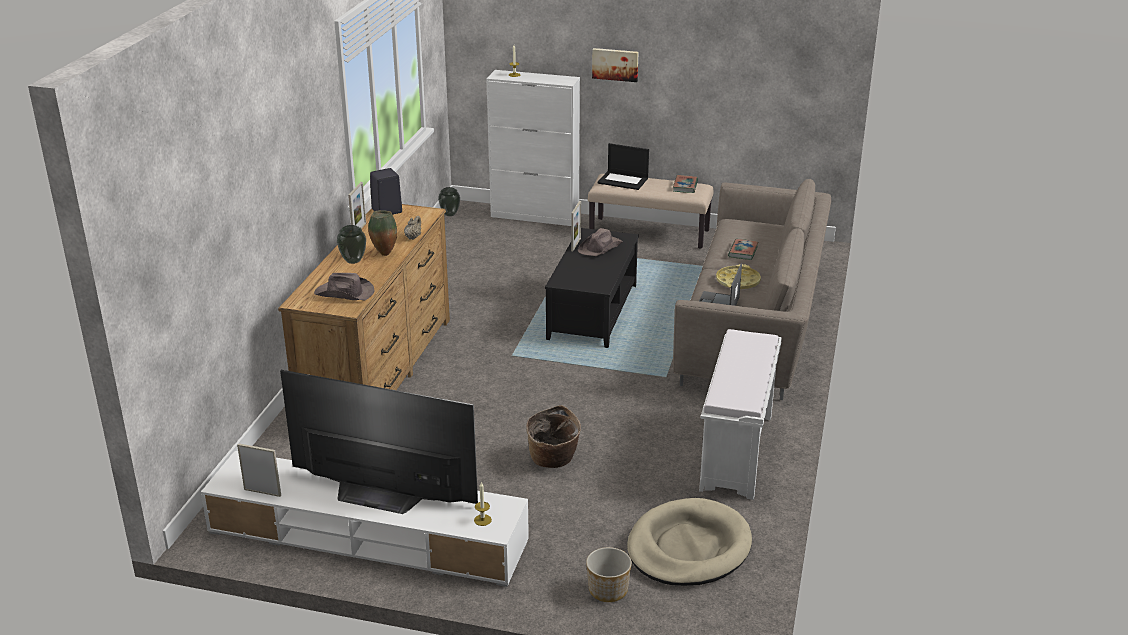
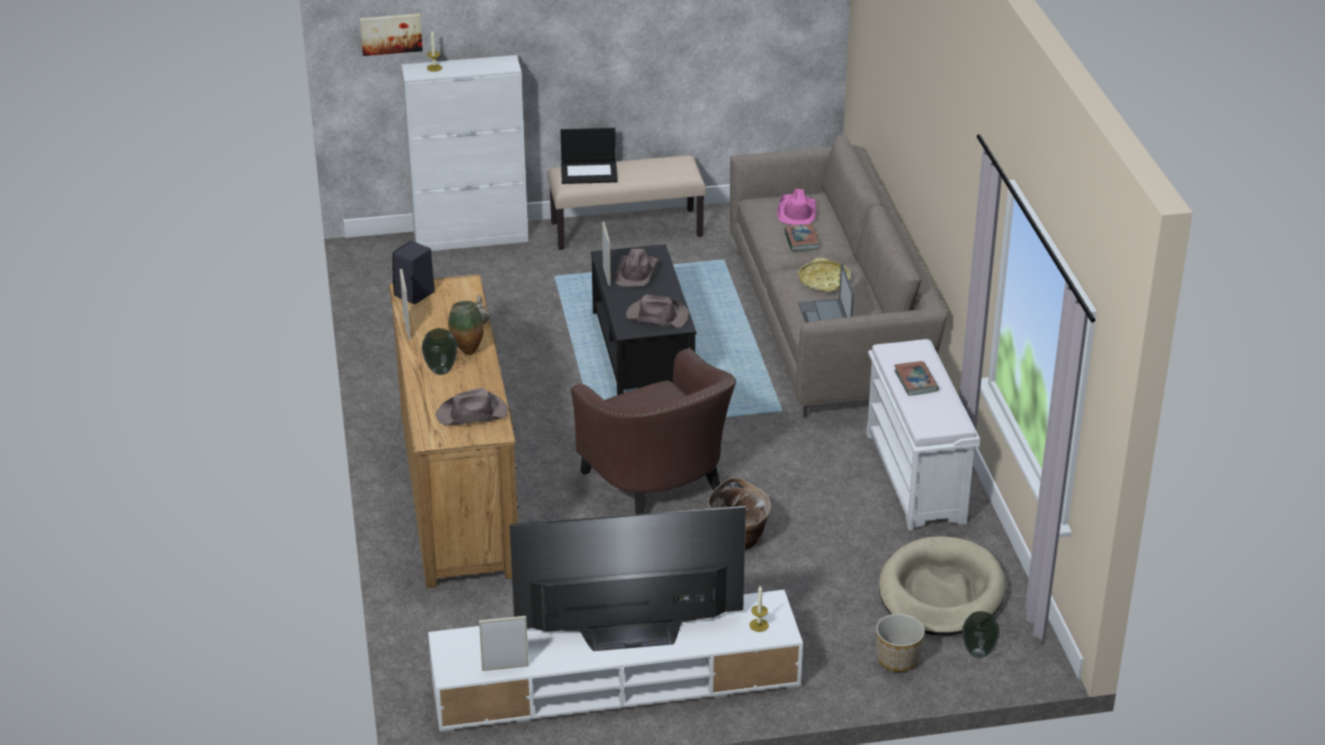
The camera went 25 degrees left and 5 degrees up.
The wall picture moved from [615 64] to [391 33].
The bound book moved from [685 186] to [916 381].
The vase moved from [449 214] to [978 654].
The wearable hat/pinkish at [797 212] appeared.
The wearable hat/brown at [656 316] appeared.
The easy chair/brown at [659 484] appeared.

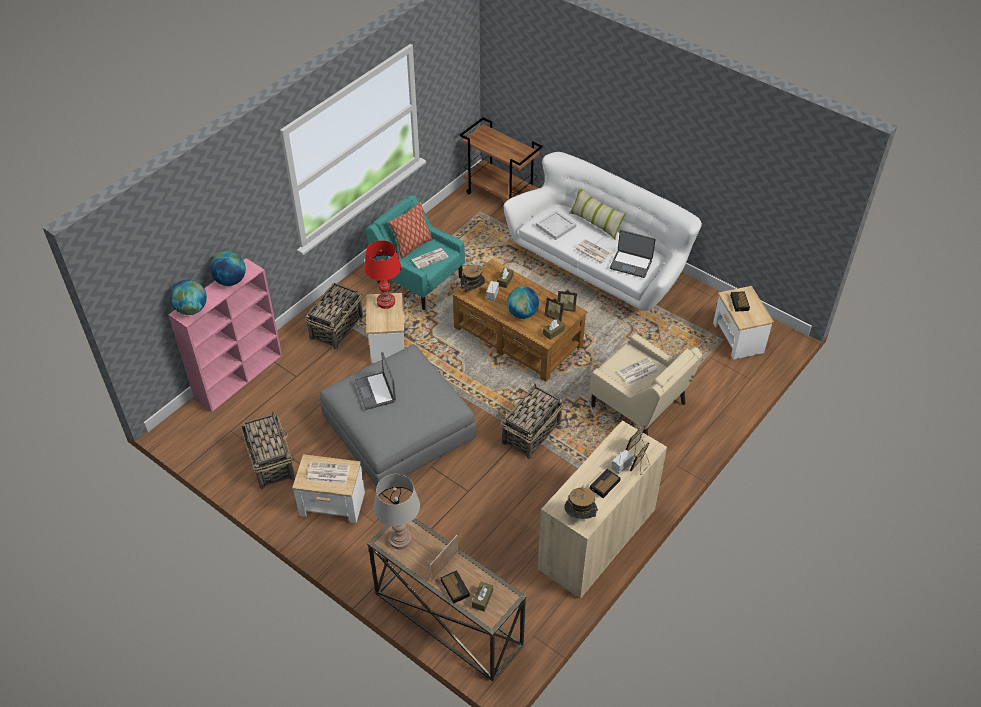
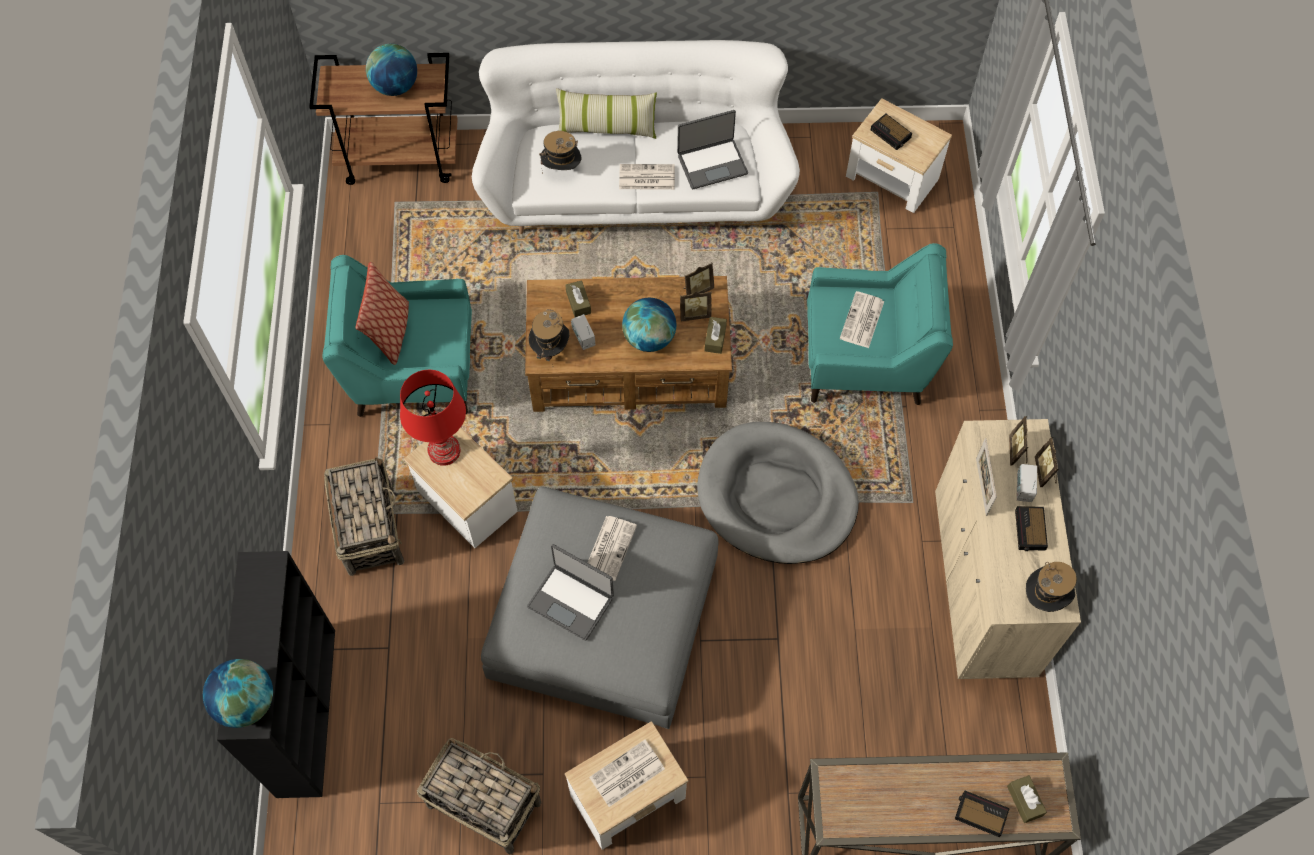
The camera went 40 degrees left and 15 degrees up.
The serving tray/whitish at [555 226] was replaced by the wearable hat at [562 169].
The printed paper moved from [430 258] to [610 547].
The world globe moved from [230 281] to [395 86].
The shelving unit/pinkish at [239 376] became the shelving unit/black-coloured at [306 710].
The easy chair/beige-coloured at [639 406] became the easy chair/blue-green at [867 359].
The storage basket at [531 433] was replaced by the dog bed/greyish at [776 496].
The table lamp/greyish at [400 539] disappeared.
The photo frame moved from [444 566] to [981 487].

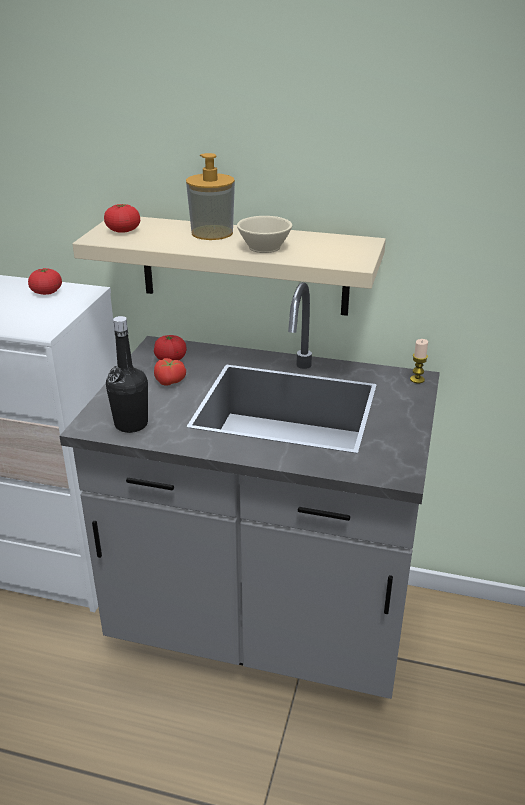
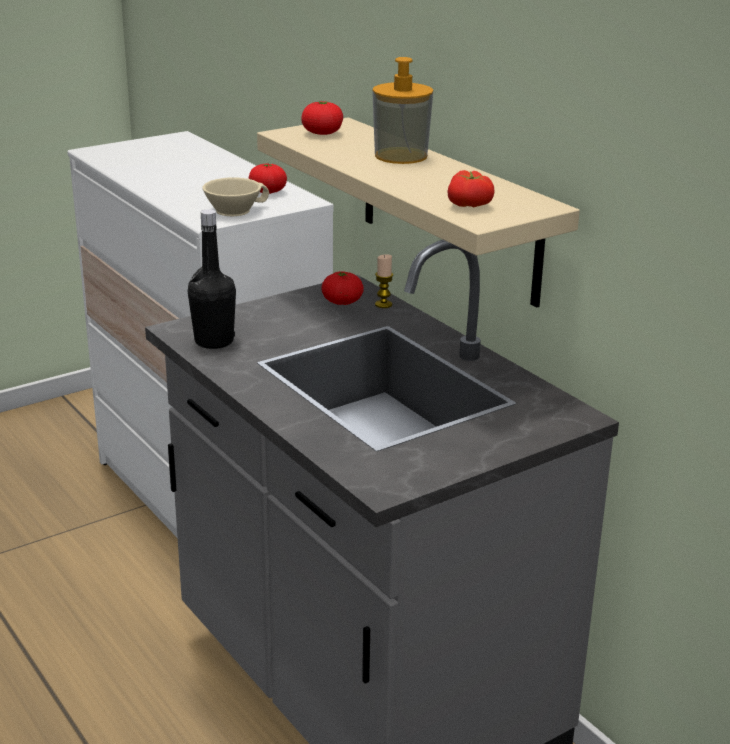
The camera went 40 degrees right and 5 degrees down.
The drinking cup/beige-coloured moved from [263 246] to [233 209].
The wax light moved from [417 379] to [383 304].
The tomato moved from [170 381] to [470 205].

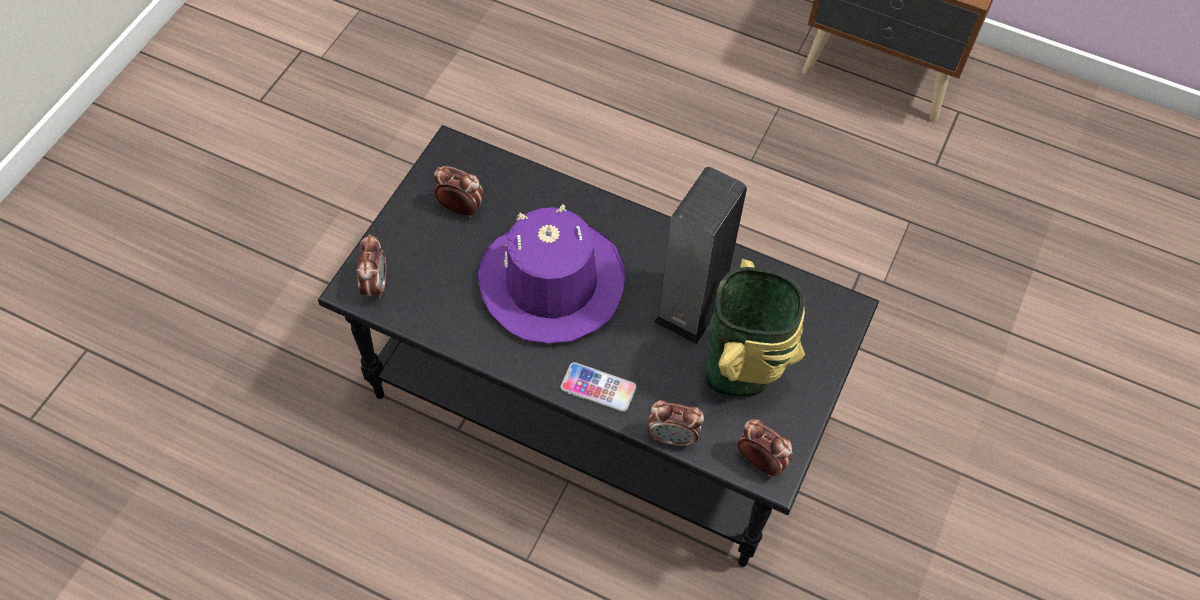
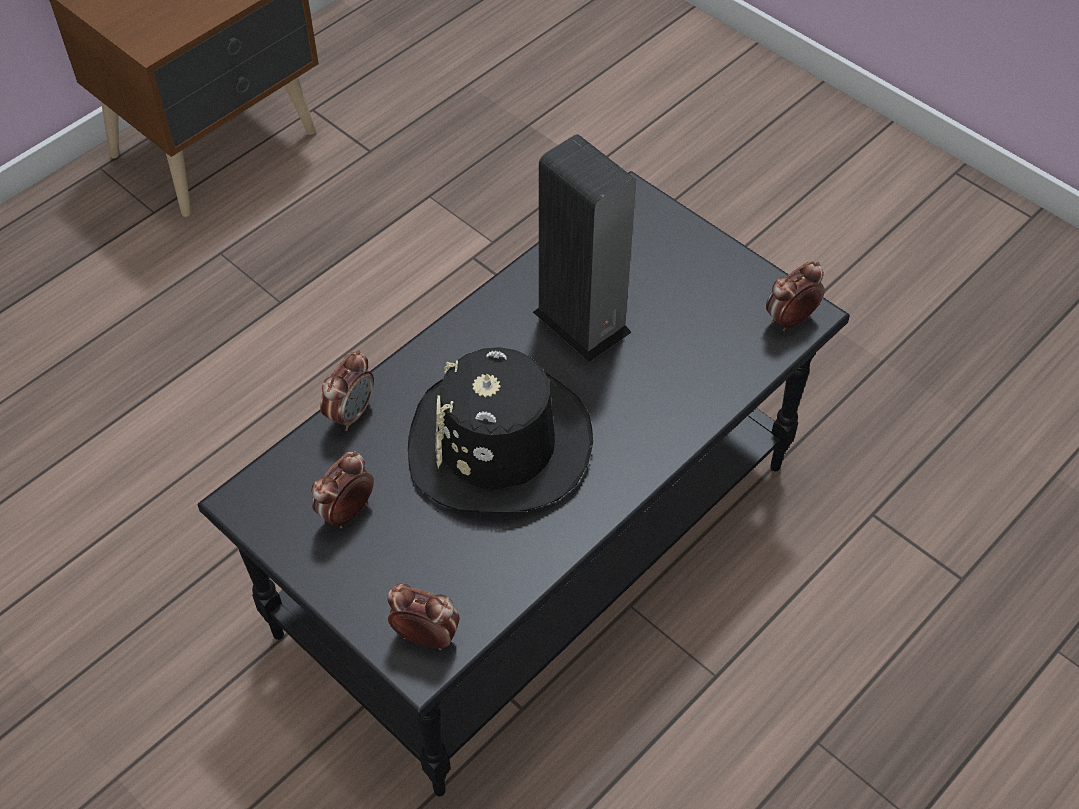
The camera went 70 degrees left and 5 degrees down.
The wearable hat/purple-coloured at [551 283] became the wearable hat/black-coloured at [499 444].
The vase at [742 373] disappeared.
The phone at [598 388] disappeared.
The table clock moved from [672 437] to [351 413].

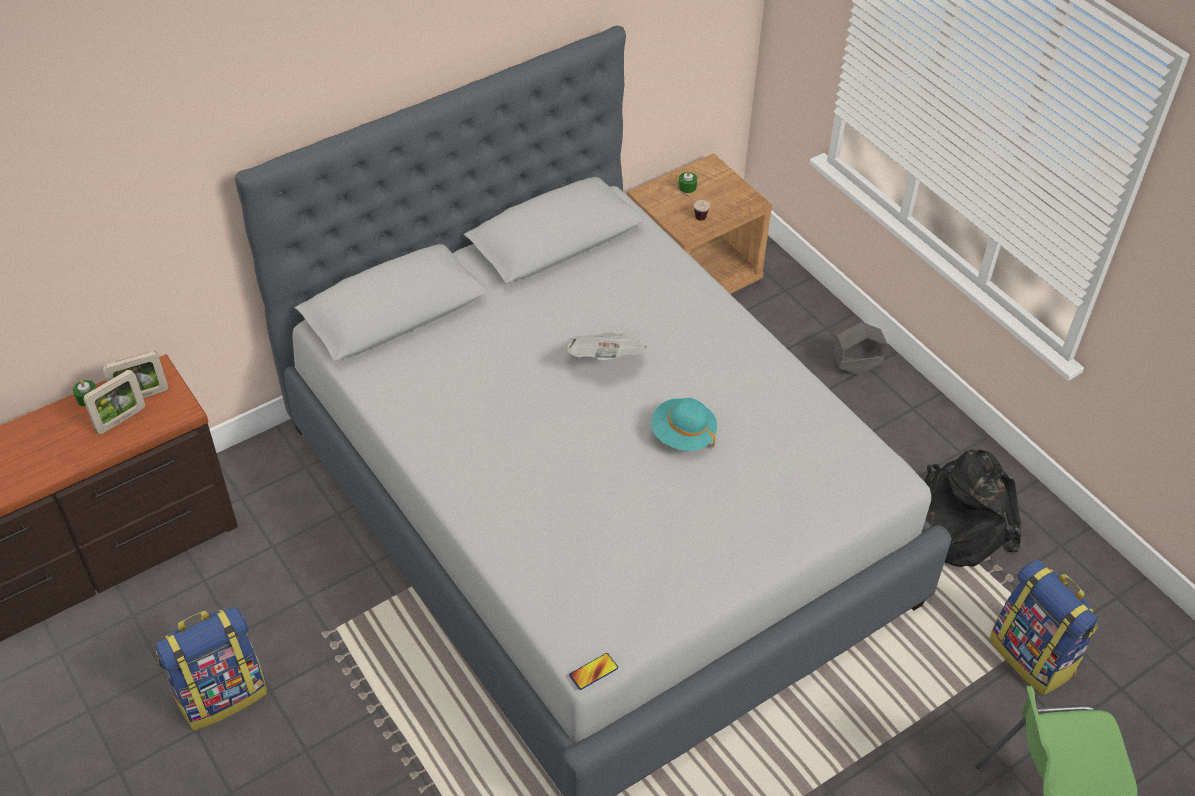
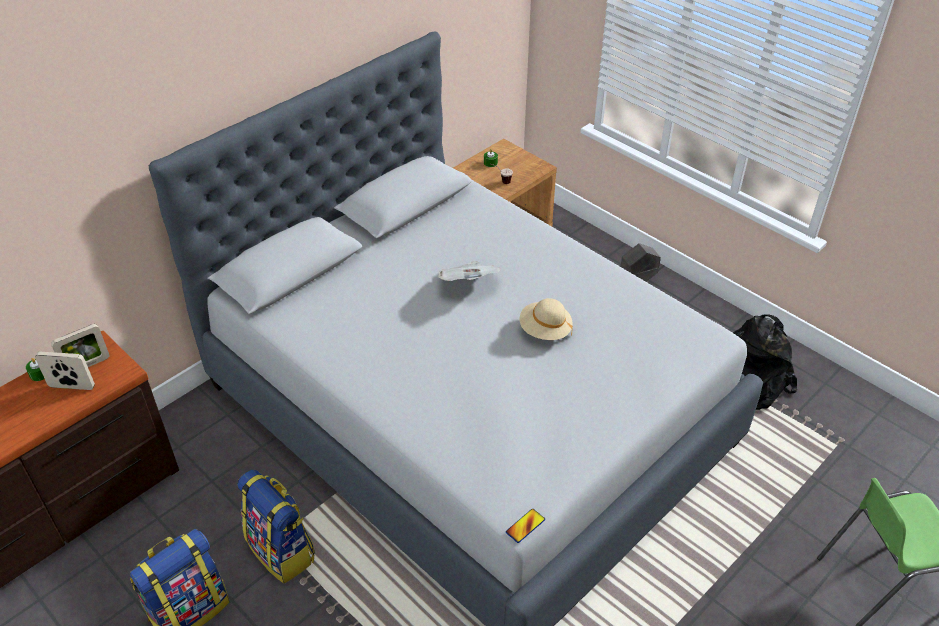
The camera went 10 degrees left and 5 degrees down.
The photo frame at [121 419] turned 120 degrees counterclockwise.
The wearable hat/blue-green at [683 435] became the wearable hat/beige-coloured at [545 330].
The backpack moved from [1033 656] to [282 551].

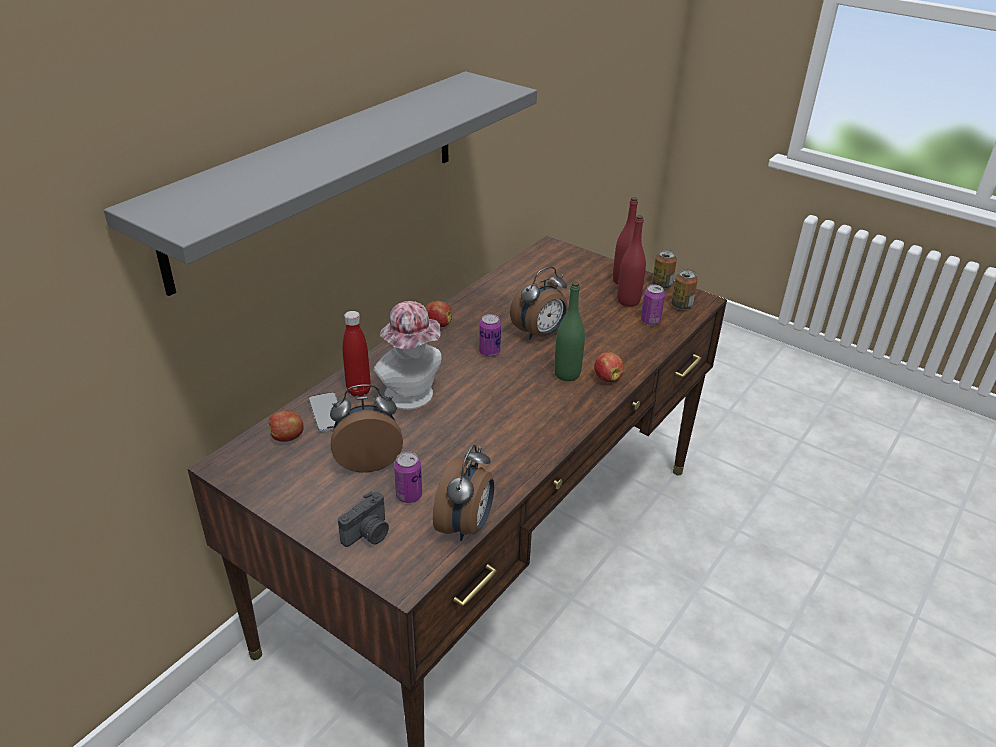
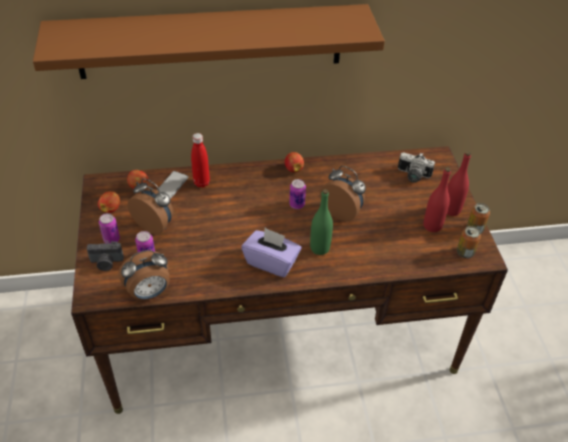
The camera went 45 degrees right and 10 degrees up.
The wall shelf/greyish at [322 174] became the wall shelf/brown at [210 41].
The table clock at [540 333] turned 150 degrees counterclockwise.
The can moved from [650 321] to [111 239].
The wearable hat at [412 398] disappeared.
The apple moved from [607 378] to [111 209].
The photo camera at [412 176] appeared.
The tissue holder/purple-coloured at [271 262] appeared.

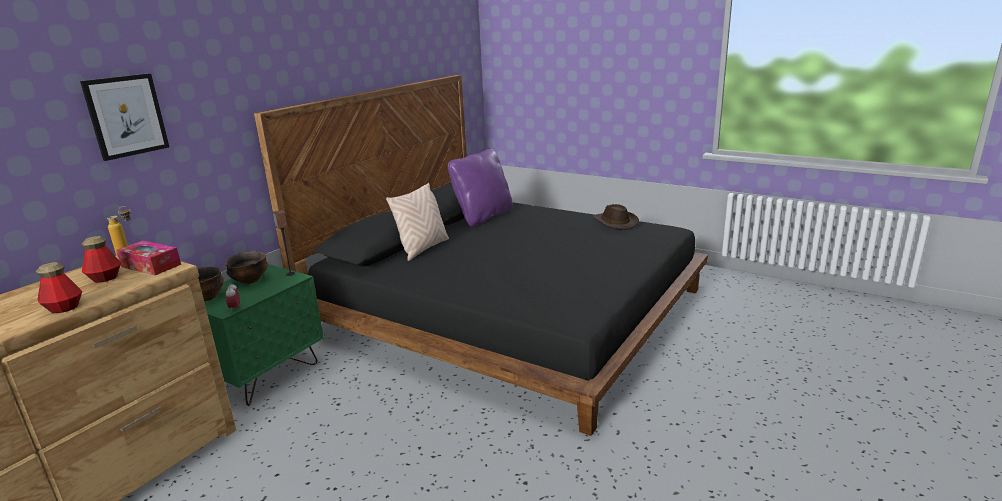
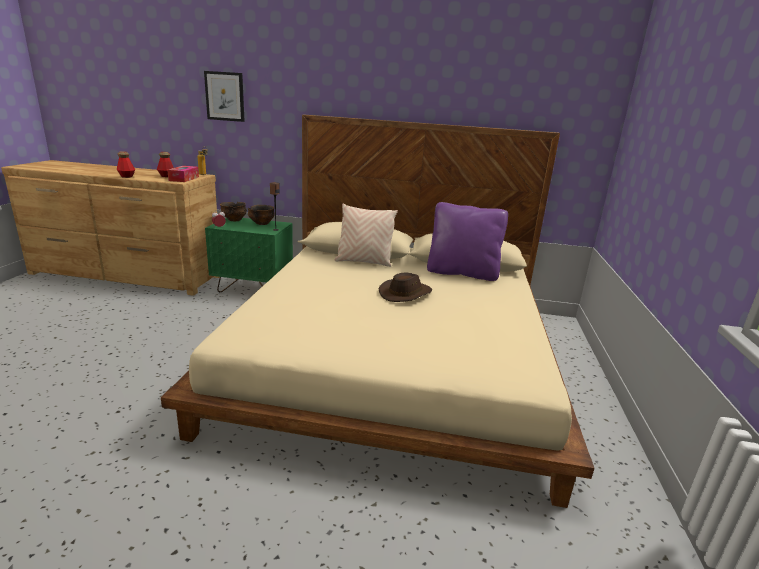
The camera went 65 degrees right and 0 degrees up.
The sleeping bed/black-coloured at [510 311] became the sleeping bed/beige-coloured at [393 360].
The wearable hat/brown moved from [614 222] to [405 293].

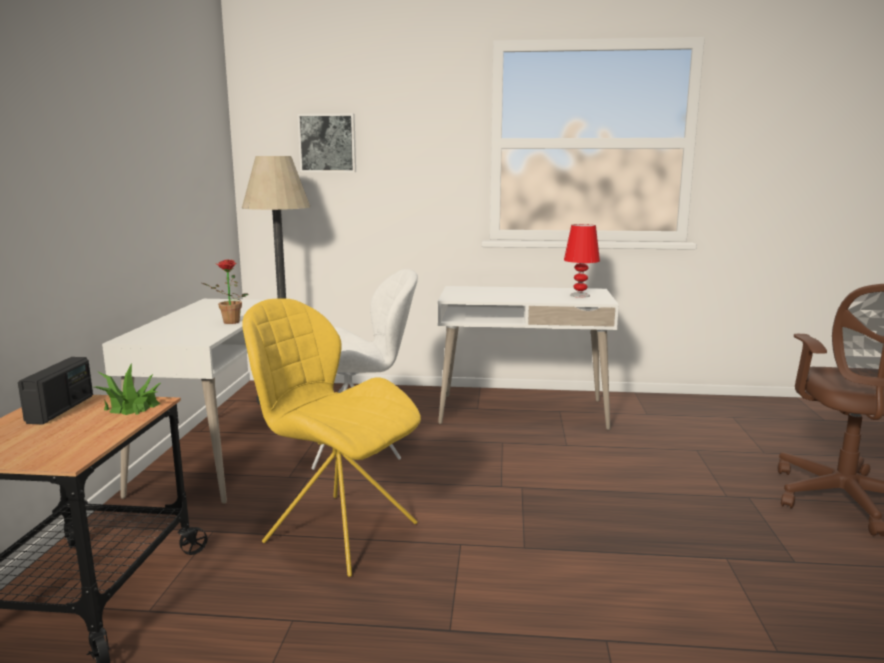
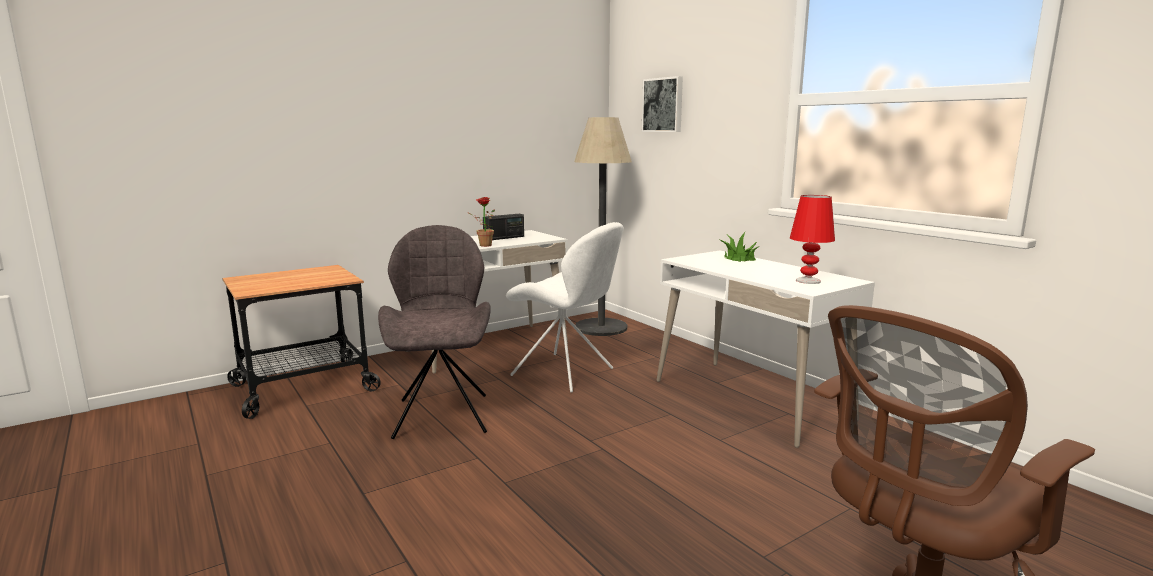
The camera went 50 degrees right and 0 degrees up.
The chair/yellowish at [337 531] became the chair/greyish at [442 414].
The radio moved from [61 409] to [504 238].
The houseplant moved from [131 406] to [739 258].

